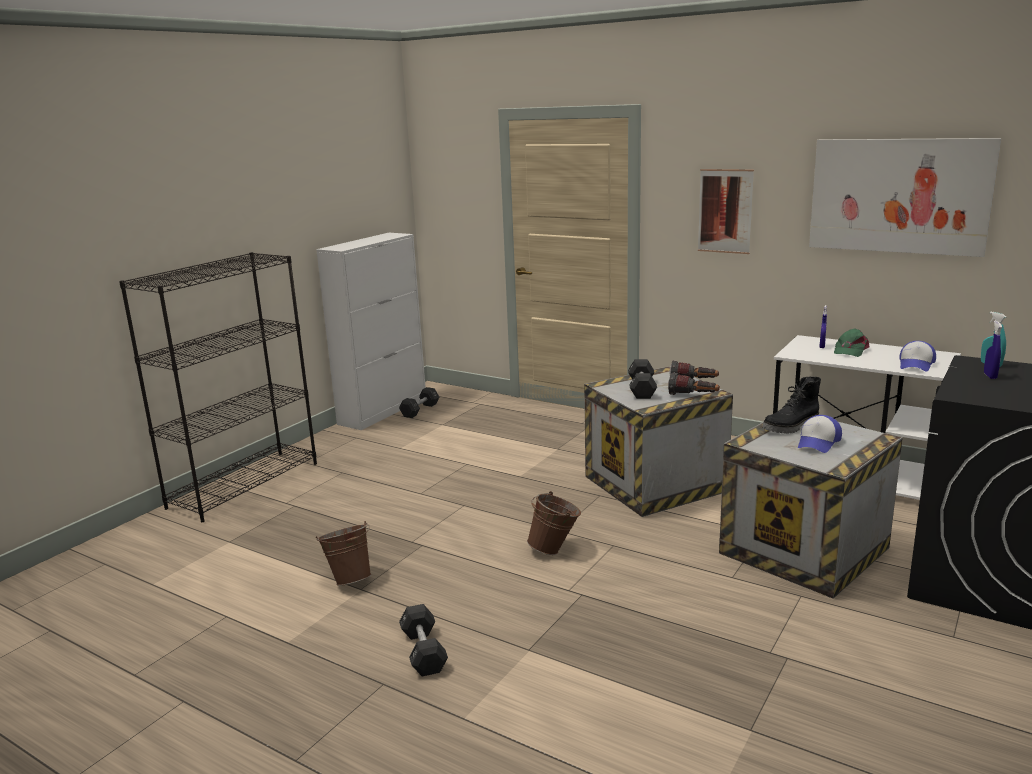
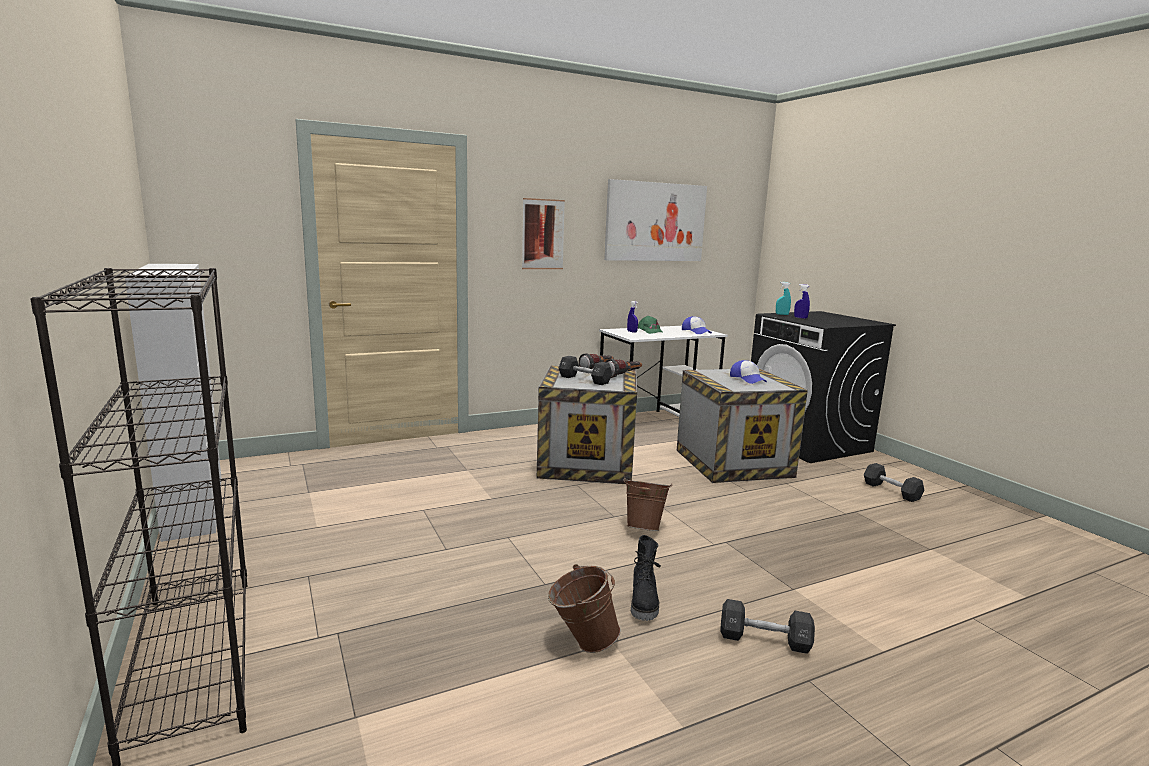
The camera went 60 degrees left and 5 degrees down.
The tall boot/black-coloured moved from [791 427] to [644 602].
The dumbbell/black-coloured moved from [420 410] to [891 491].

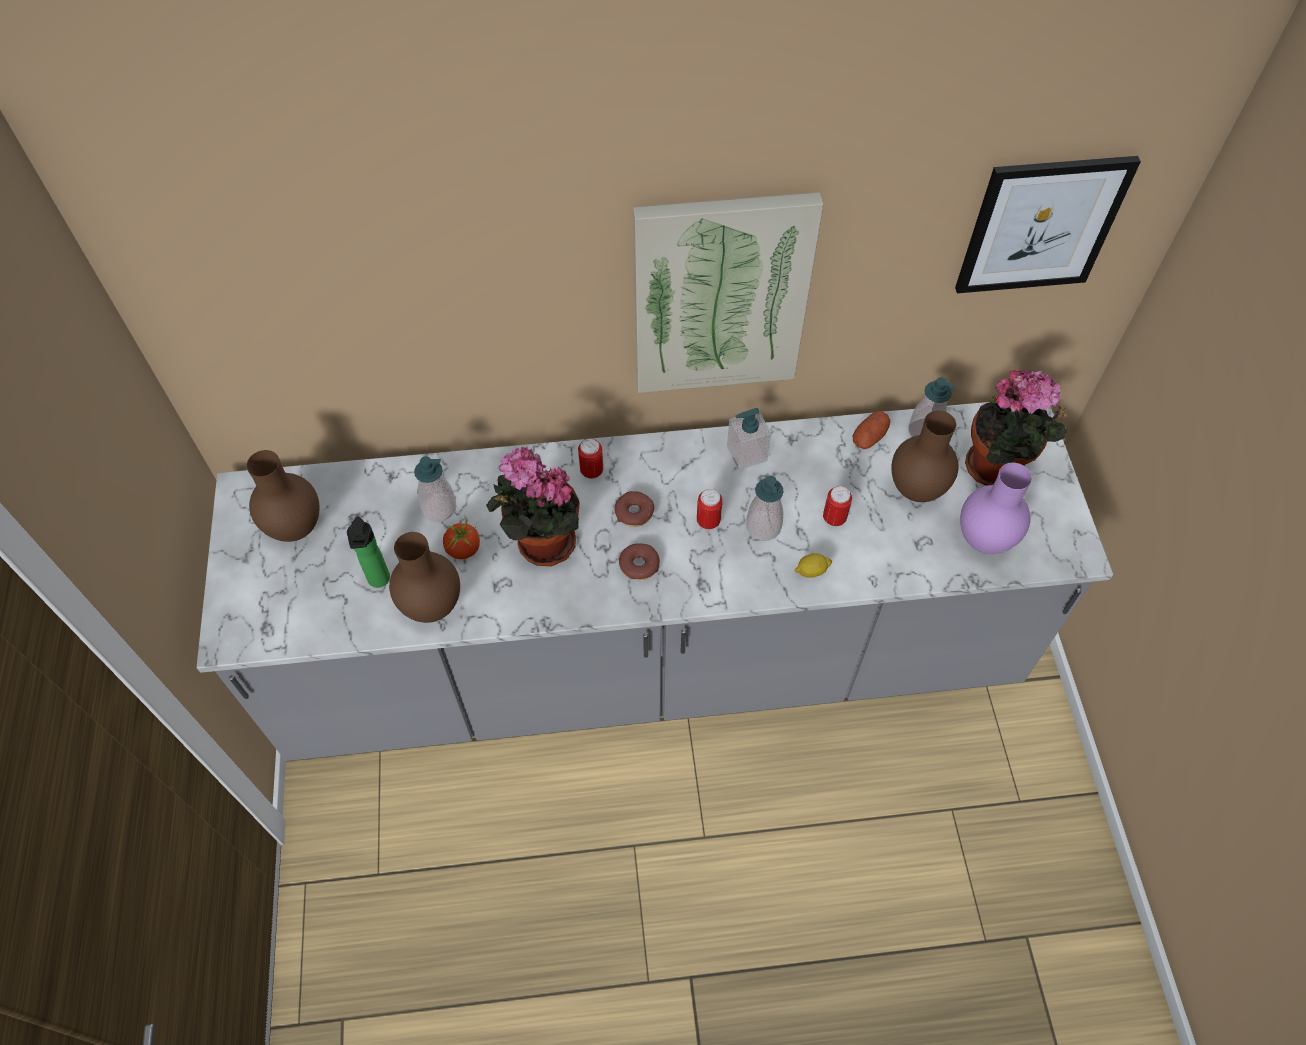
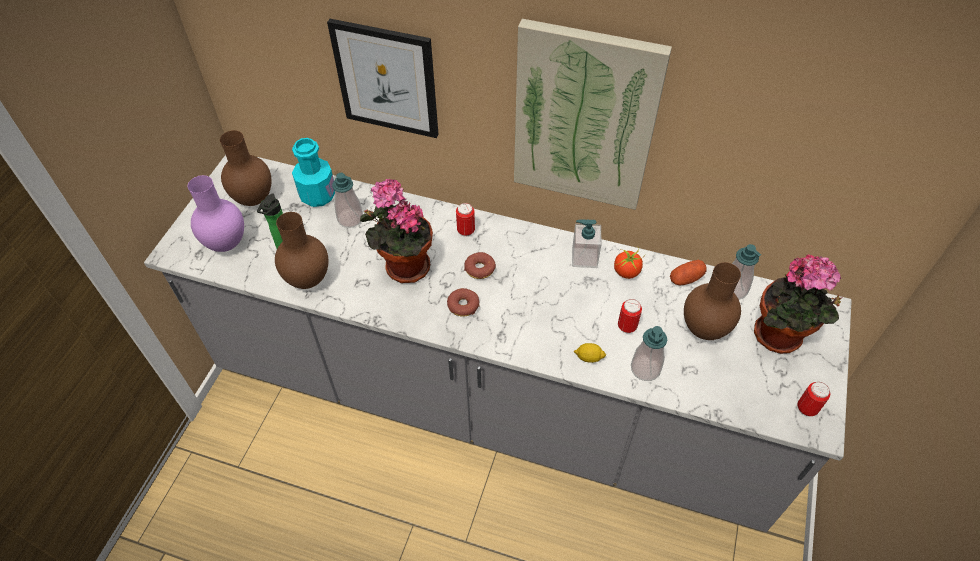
The camera went 25 degrees right and 5 degrees down.
The wall picture moved from [1041 225] to [386 79].
The vase/purple-coloured moved from [984 541] to [226 245].
The soap dispenser moved from [763 527] to [645 369].
The can moved from [708 521] to [806 408].
The tomato moved from [463 549] to [626 272].
The bottle/blue-green at [318 195] appeared.

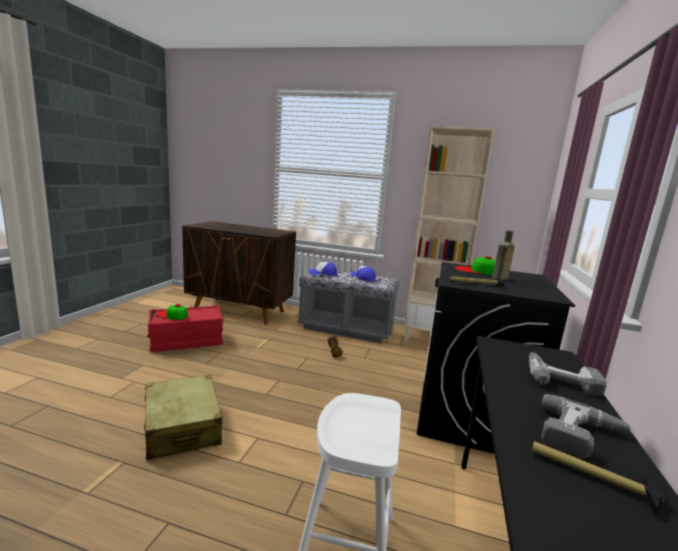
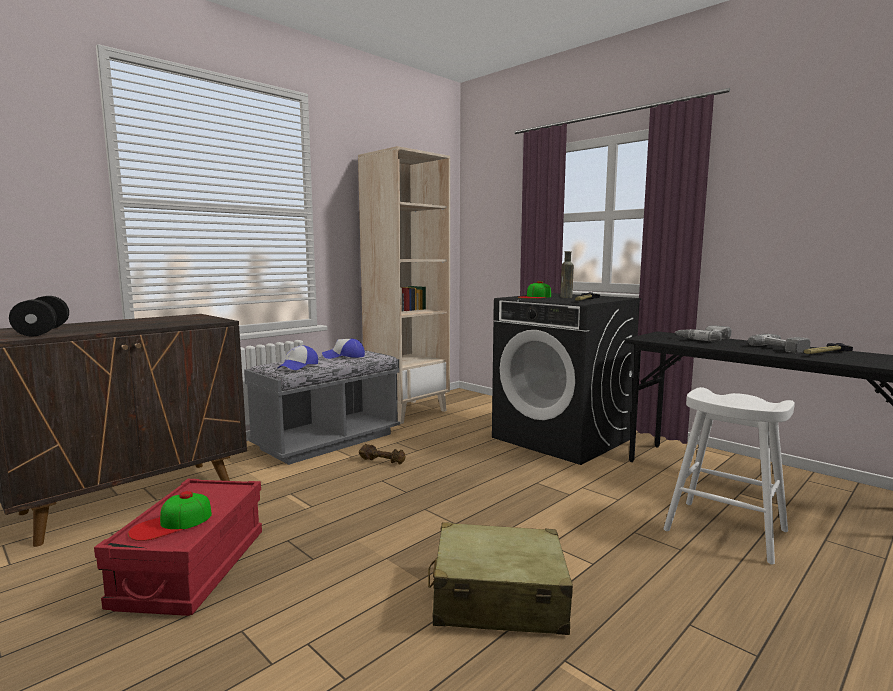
The camera went 60 degrees left and 5 degrees down.
The dumbbell/black-coloured at [43 331] appeared.

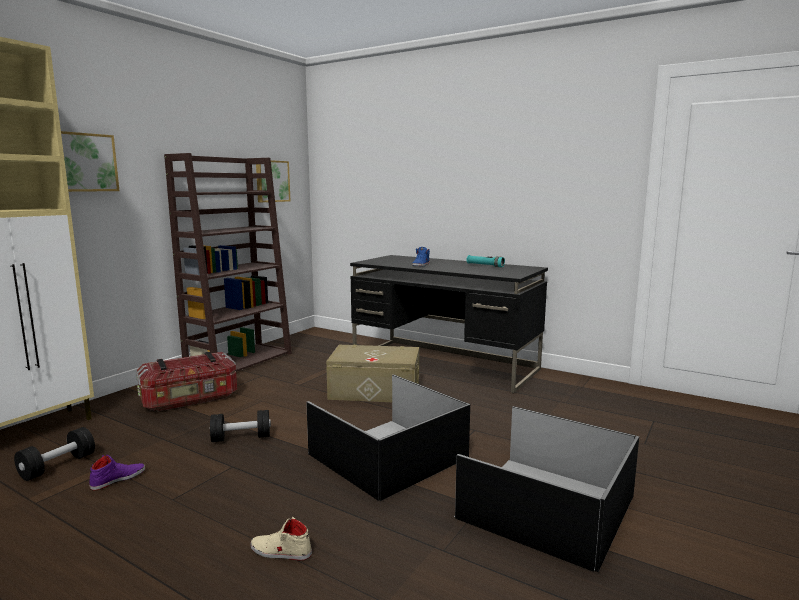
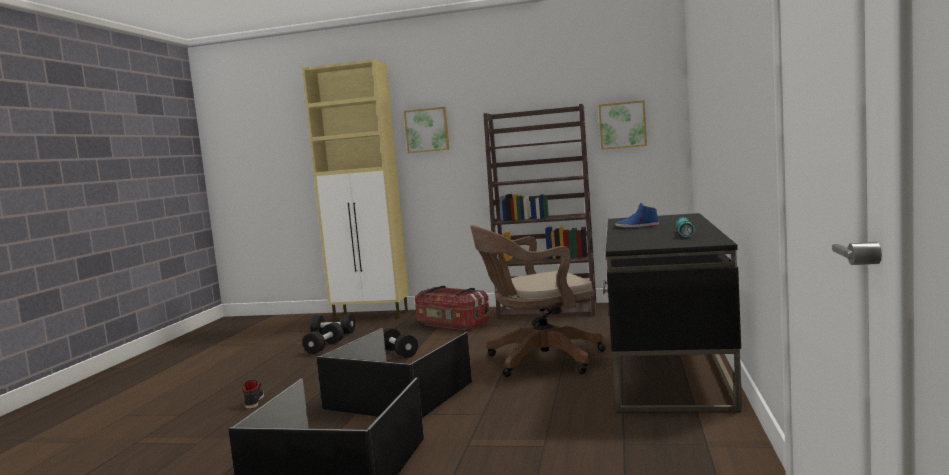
The camera went 70 degrees right and 5 degrees down.
The storage container/beige-coloured at [374 390] was replaced by the computer chair/brown at [539 360].
The item of footwear/purple-coloured at [118 479] was replaced by the dumbbell/black-coloured at [324 347].
The item of footwear/beige-coloured at [280 552] became the item of footwear/black-coloured at [254 401].

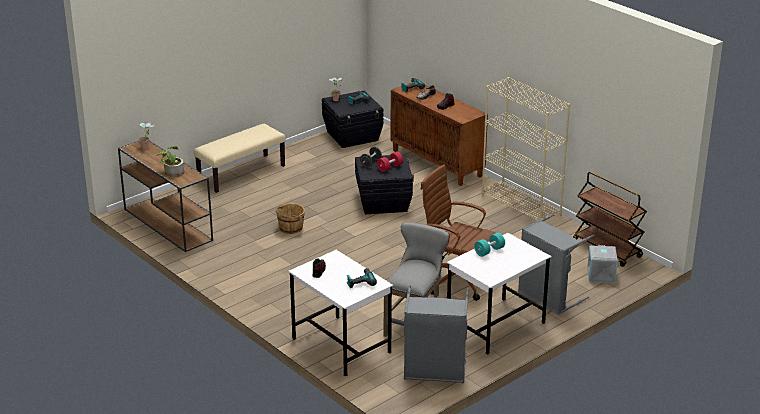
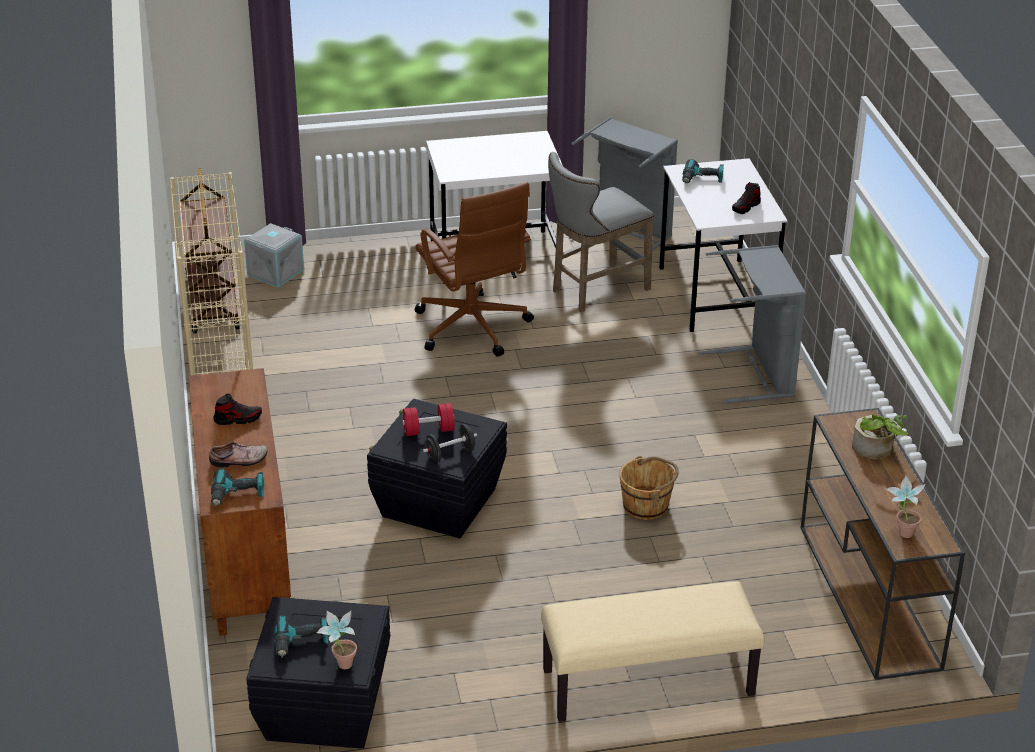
The camera went 150 degrees left and 5 degrees up.
The washing basket/greyish moved from [548 298] to [757 374].
The dumbbell/blue-green at [489 251] disappeared.

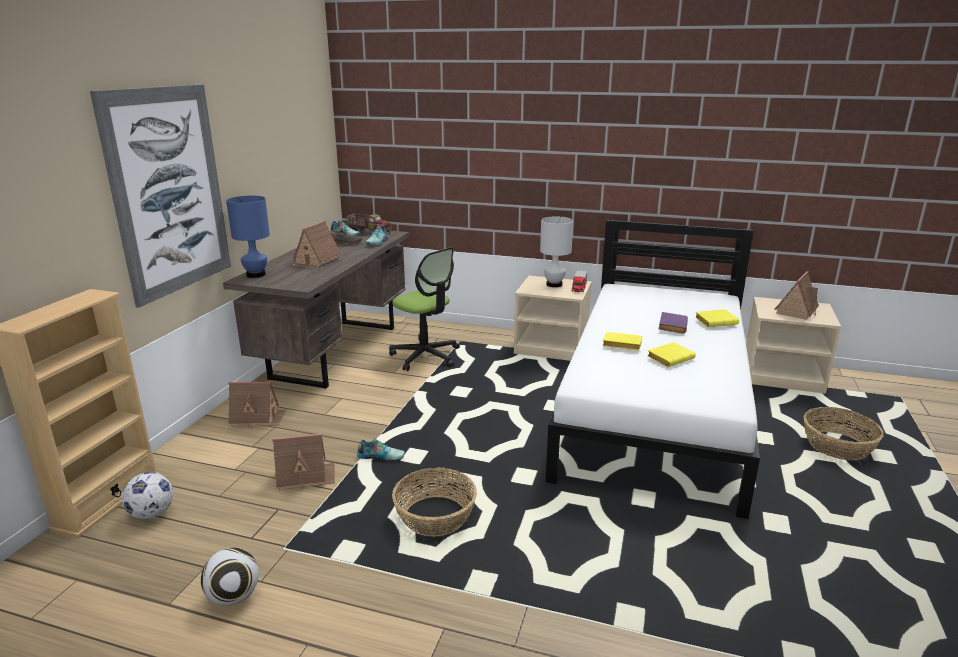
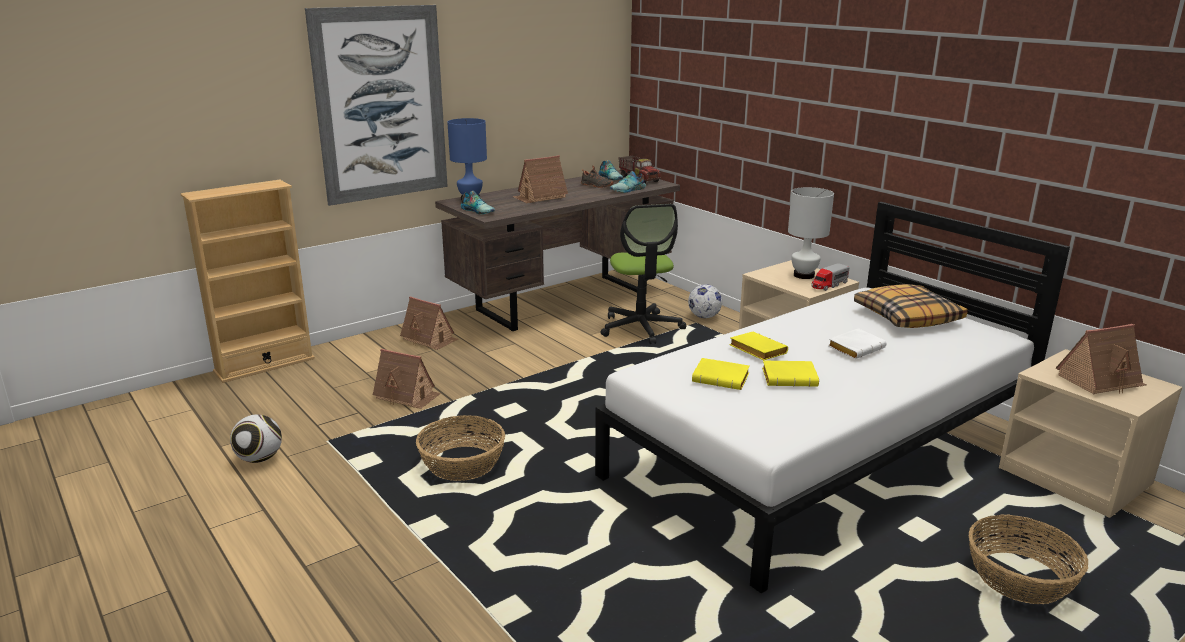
The camera went 35 degrees right and 0 degrees up.
The bound book/yellowish moved from [716 321] to [722 379].
The bound book/purple-coloured at [671 326] became the bound book/whitish at [855 348].
The item of footwear moved from [381 456] to [478 211].
The football moved from [152 514] to [704 317].
The throw pillow at [907 317] appeared.

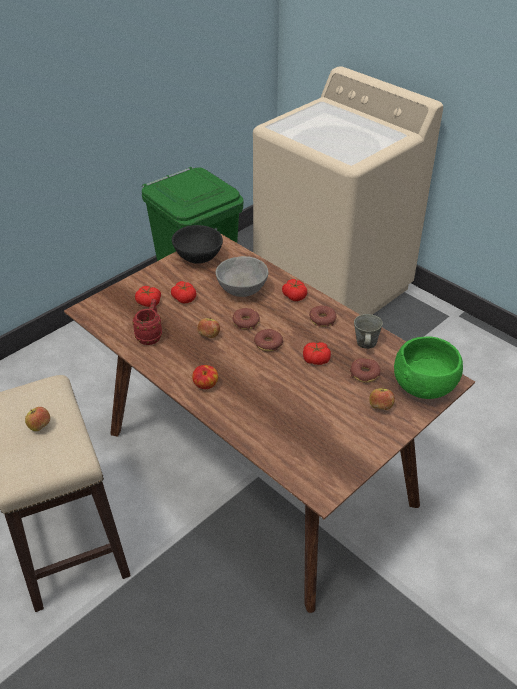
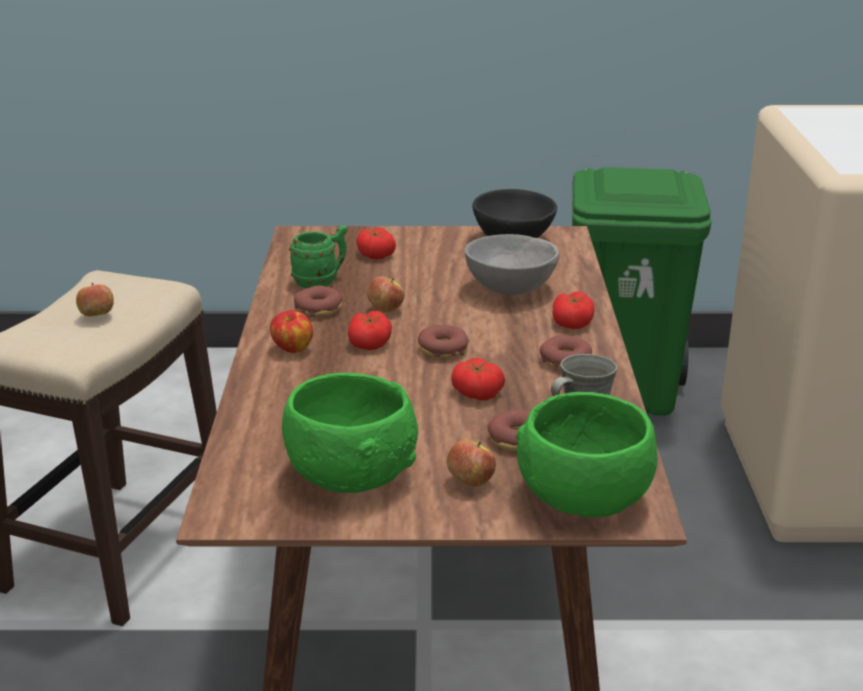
The camera went 45 degrees right and 15 degrees down.
The tomato moved from [184 298] to [370 343].
The mug/red at [150 335] became the mug/greenish at [321 281].
The doughnut moved from [246 322] to [318 309].
The serving bowl/greenish at [351 473] appeared.

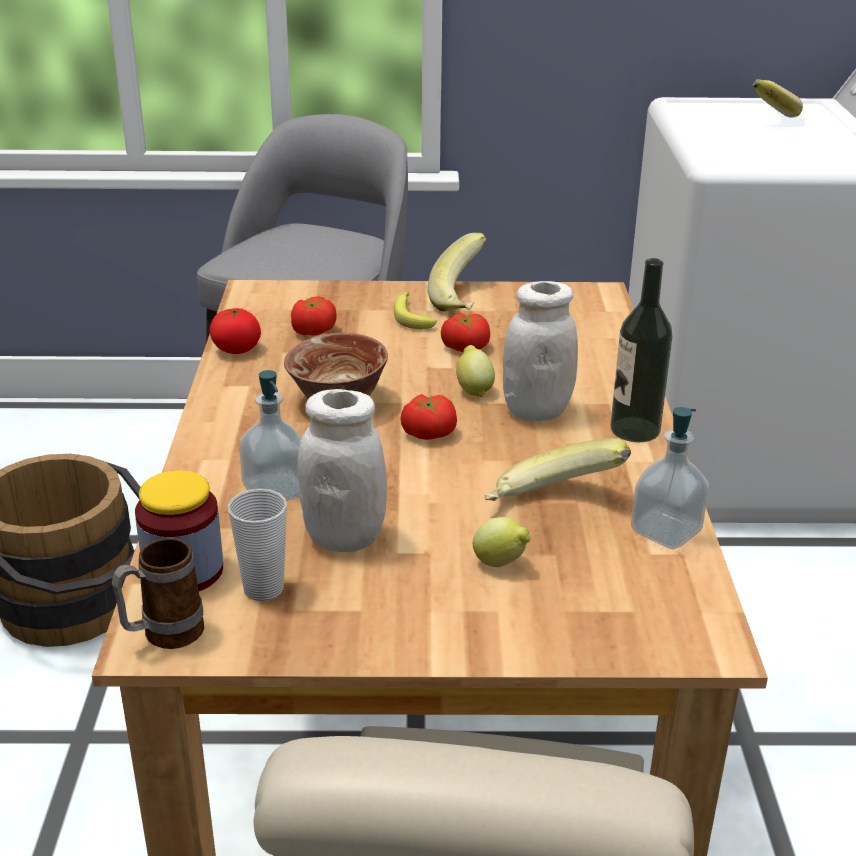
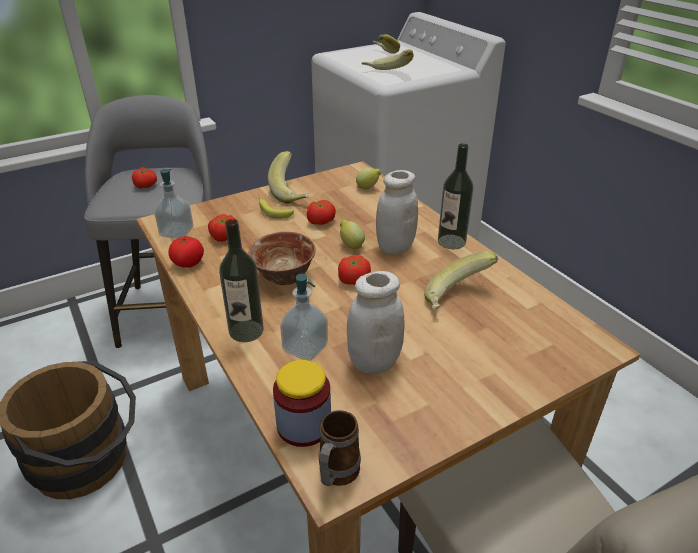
The camera went 30 degrees left and 5 degrees up.
The soap dispenser moved from [666 532] to [177 232].
The drinking cup at [263 589] disappeared.
The whole lemon moved from [501 564] to [368 188].
The whole banana at [386 74] appeared.
The tomato at [146 185] appeared.
The bottle at [246 331] appeared.

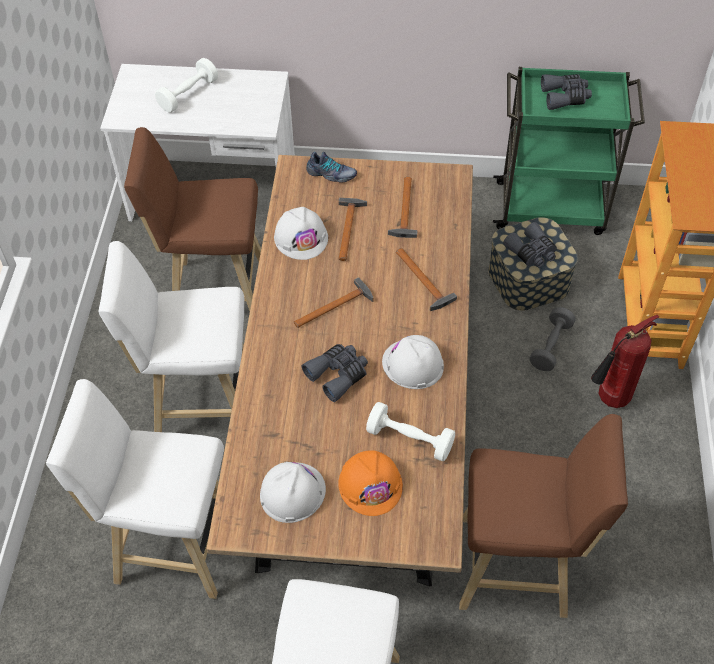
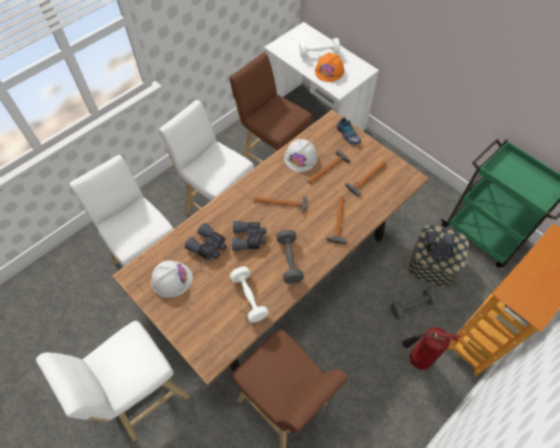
The camera went 40 degrees right and 5 degrees up.
The binoculars/greyish moved from [565 97] to [208 246].
The work helmet/whitish at [412 364] was replaced by the dumbbell/greyish at [289 260].
The work helmet/orange-coloured moved from [370 484] to [329 71].

